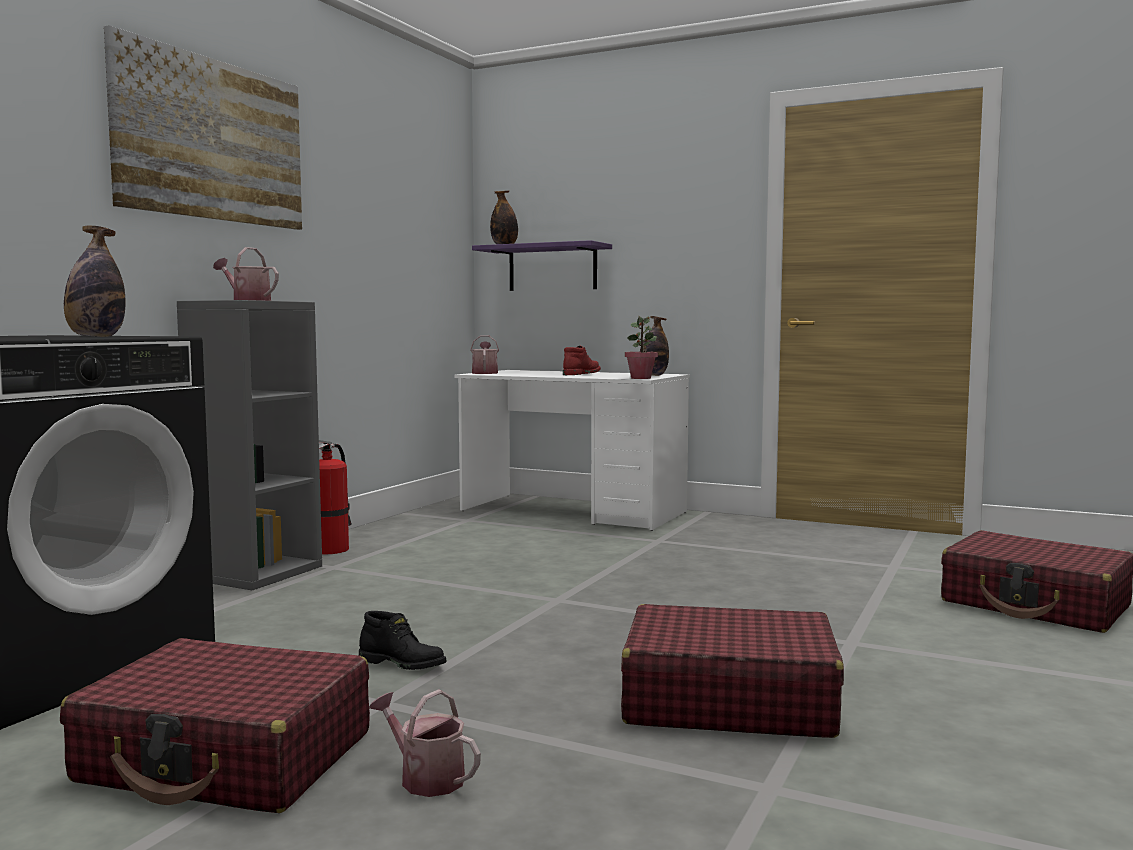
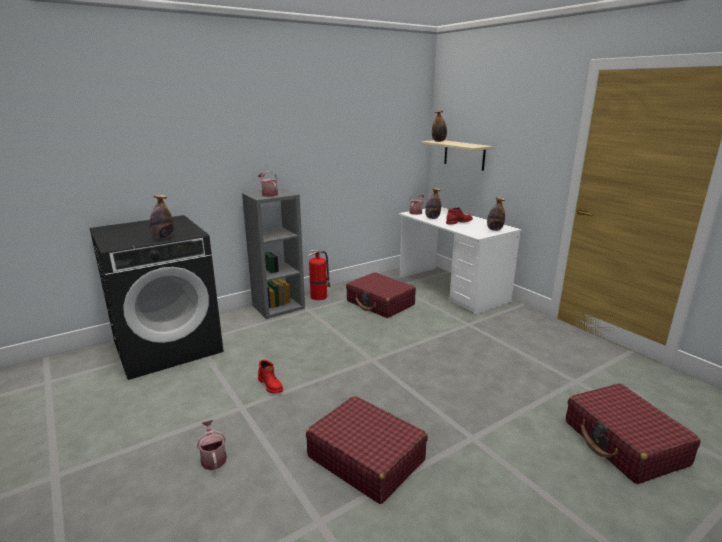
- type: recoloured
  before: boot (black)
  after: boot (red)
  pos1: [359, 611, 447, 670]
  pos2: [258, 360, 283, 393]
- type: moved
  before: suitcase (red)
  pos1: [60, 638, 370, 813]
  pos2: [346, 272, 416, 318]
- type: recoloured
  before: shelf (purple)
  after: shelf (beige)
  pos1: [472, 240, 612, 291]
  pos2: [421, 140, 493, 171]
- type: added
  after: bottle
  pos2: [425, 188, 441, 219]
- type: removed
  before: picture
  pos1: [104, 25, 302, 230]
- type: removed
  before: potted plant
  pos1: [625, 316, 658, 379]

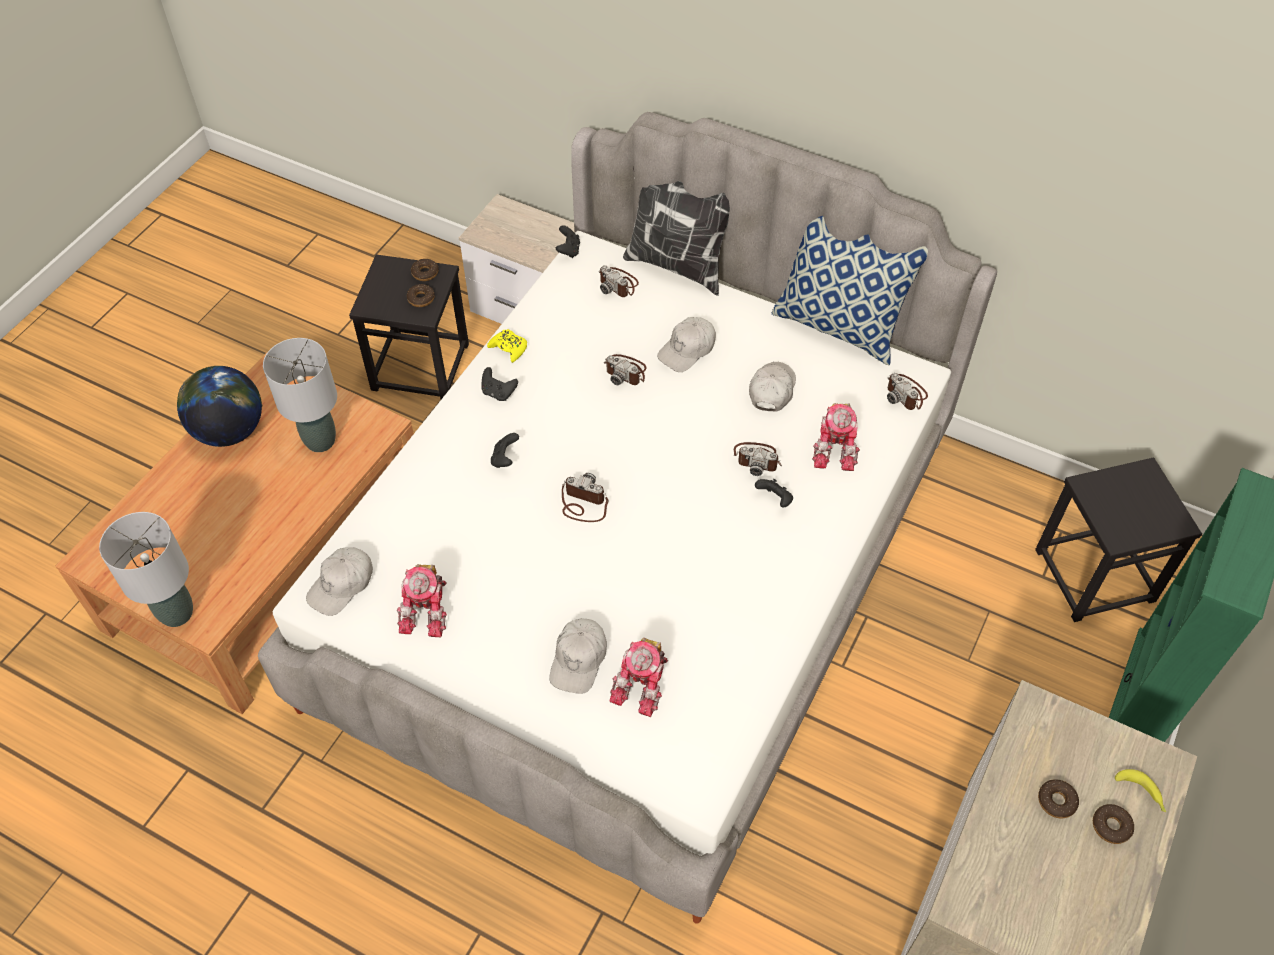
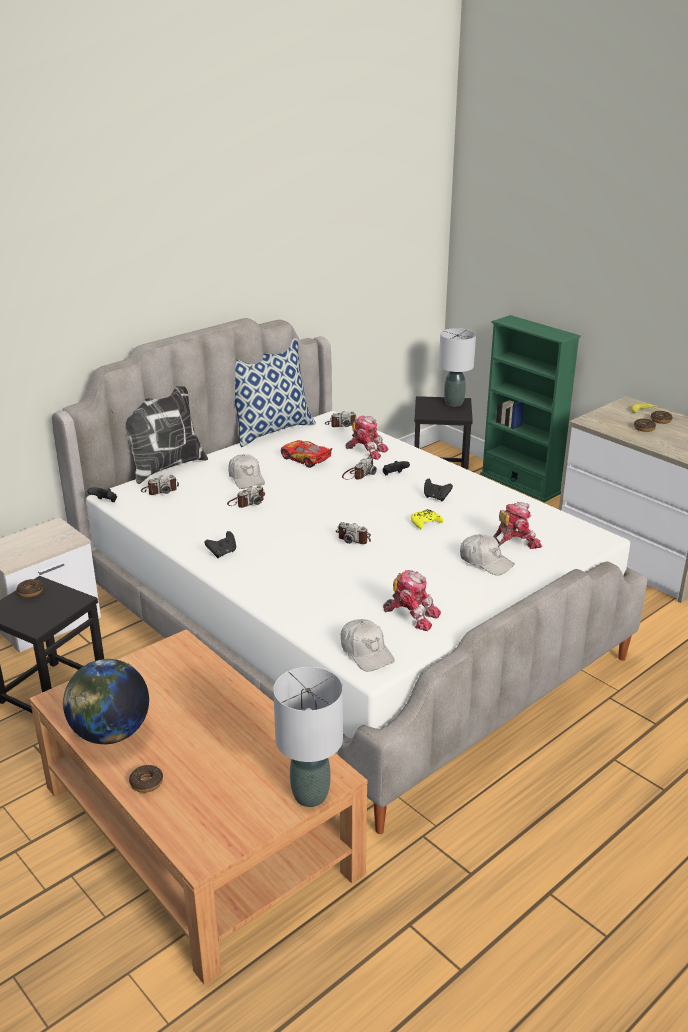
- type: moved
  before: donut
  pos1: [407, 284, 435, 307]
  pos2: [129, 765, 163, 793]
- type: replaced
  before: cap (white)
  after: toy car
  pos1: [749, 362, 796, 412]
  pos2: [281, 440, 332, 468]
- type: turned
  before: photo camera
  pos1: [562, 473, 609, 522]
  pos2: [336, 522, 371, 544]
  turn: -105
- type: moved
  before: game controller (yellow)
  pos1: [487, 329, 527, 363]
  pos2: [411, 509, 443, 530]
- type: moved
  before: game controller (black)
  pos1: [491, 433, 519, 468]
  pos2: [424, 478, 453, 501]
- type: moved
  before: table lamp (grey)
  pos1: [263, 338, 337, 452]
  pos2: [439, 328, 476, 406]
- type: turned
  before: toy robot
  pos1: [609, 638, 668, 717]
  pos2: [493, 502, 542, 549]
  turn: -60

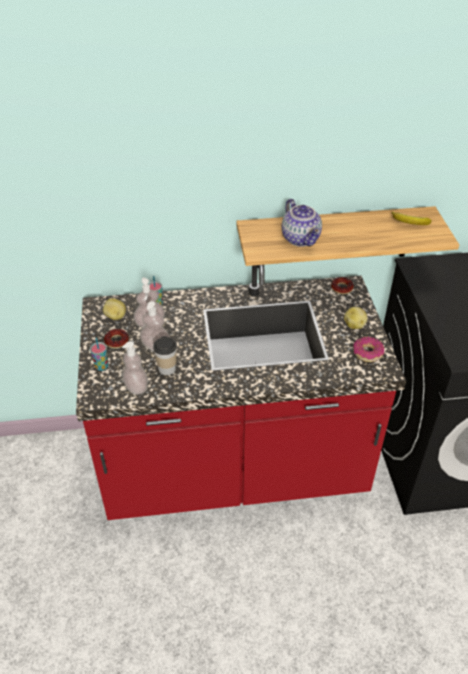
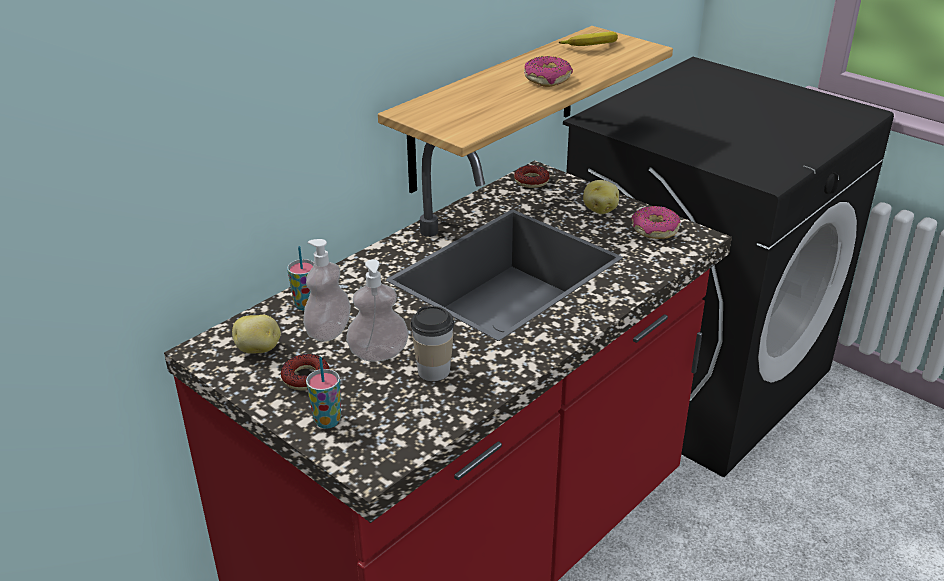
- type: added
  after: donut
  pos2: [524, 56, 573, 87]
- type: removed
  before: soap dispenser
  pos1: [122, 341, 148, 395]
- type: removed
  before: teapot
  pos1: [282, 199, 322, 247]

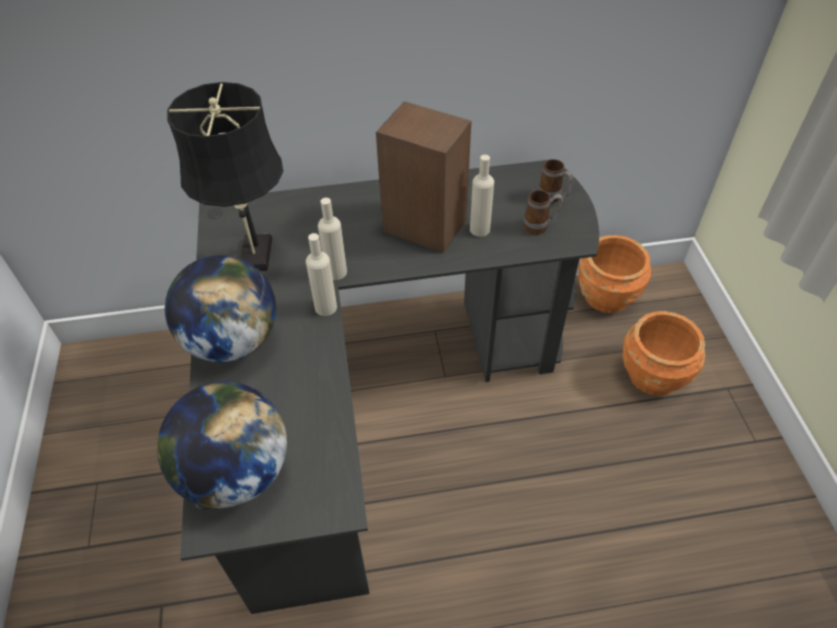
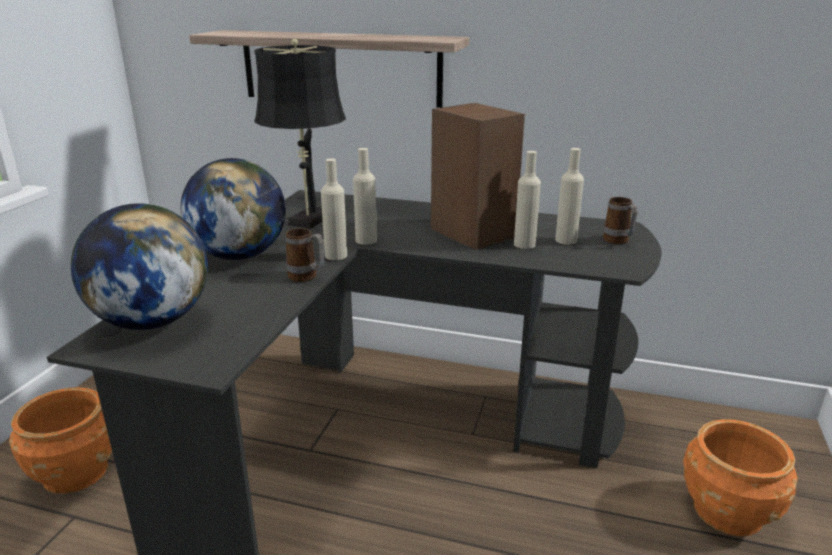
- type: moved
  before: planter (orange)
  pos1: [578, 235, 651, 313]
  pos2: [9, 387, 112, 494]
- type: added
  after: shelf
  pos2: [189, 30, 469, 108]
- type: moved
  before: mug
  pos1: [523, 190, 563, 235]
  pos2: [285, 228, 325, 282]
- type: added
  after: bottle (beige)
  pos2: [555, 148, 584, 245]

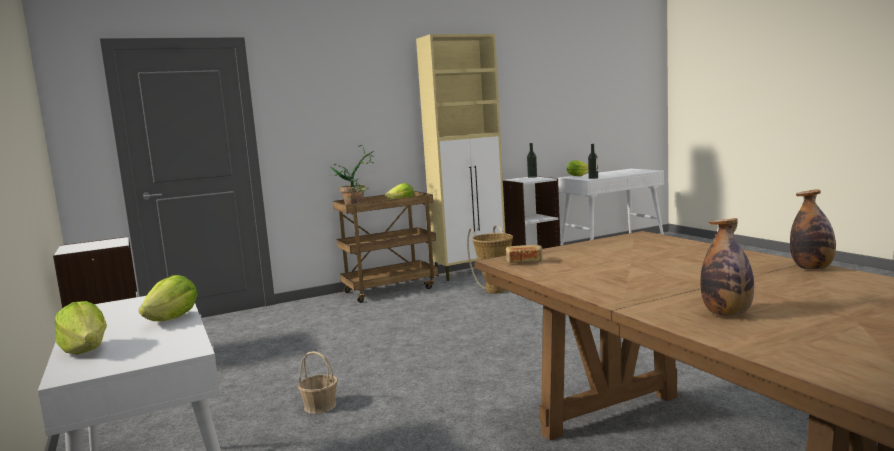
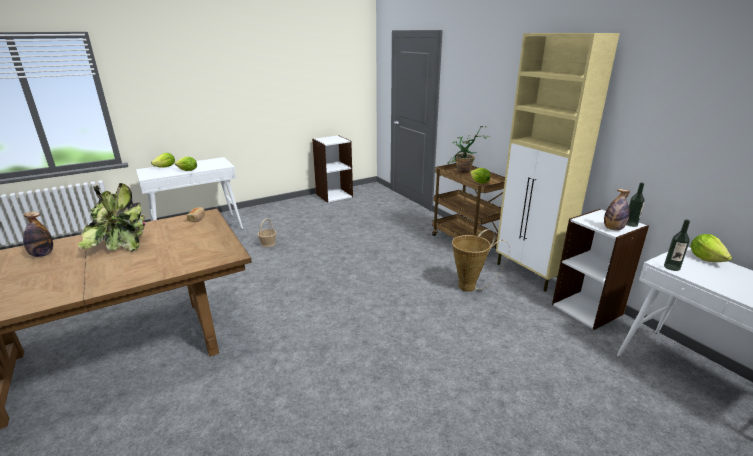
- type: added
  after: potted plant
  pos2: [78, 183, 146, 252]
- type: moved
  before: bottle
  pos1: [790, 190, 836, 270]
  pos2: [604, 189, 630, 230]

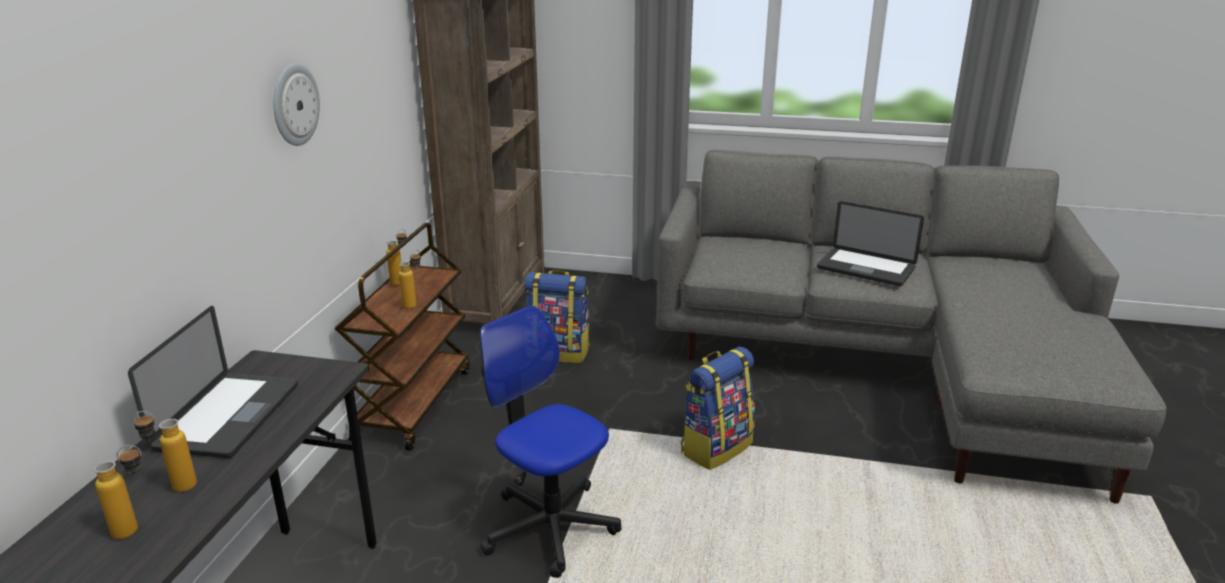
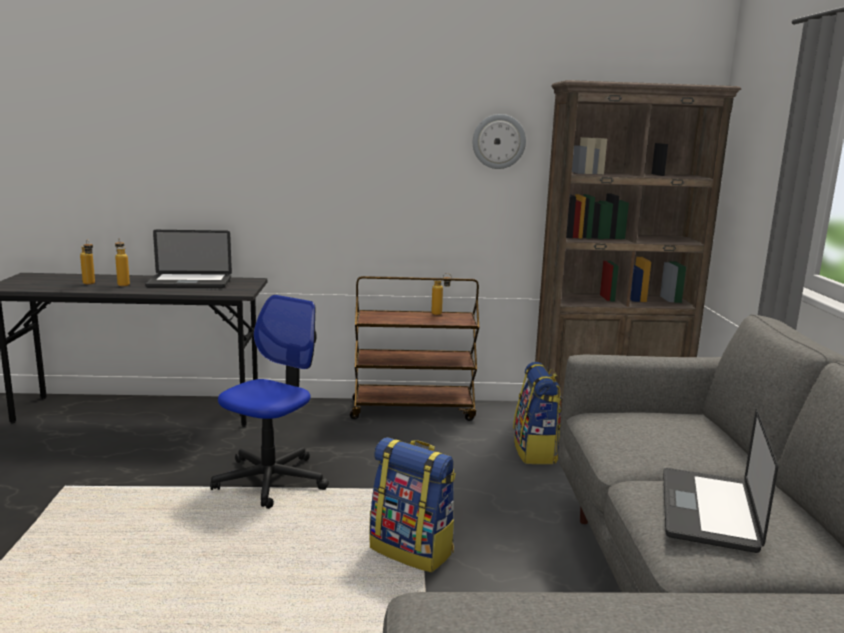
- type: moved
  before: wall clock
  pos1: [273, 63, 320, 146]
  pos2: [473, 114, 526, 169]
- type: removed
  before: bottle
  pos1: [399, 250, 421, 309]

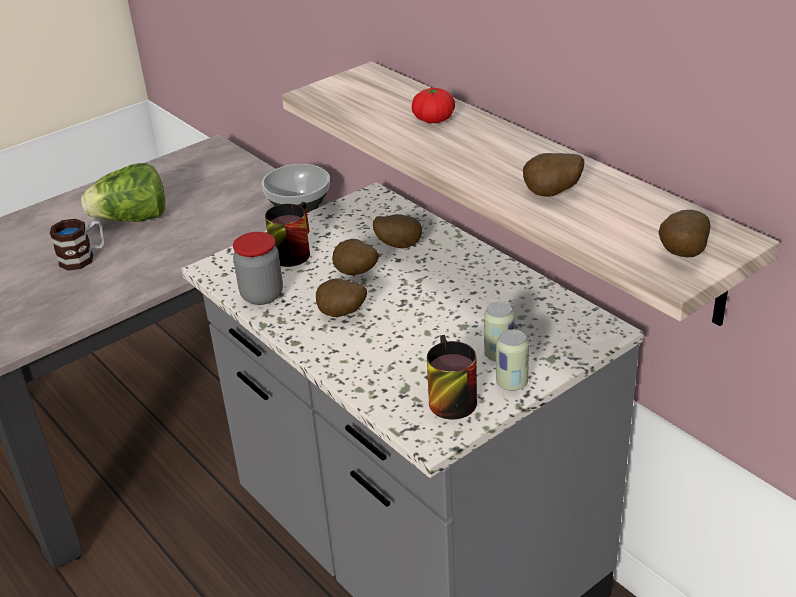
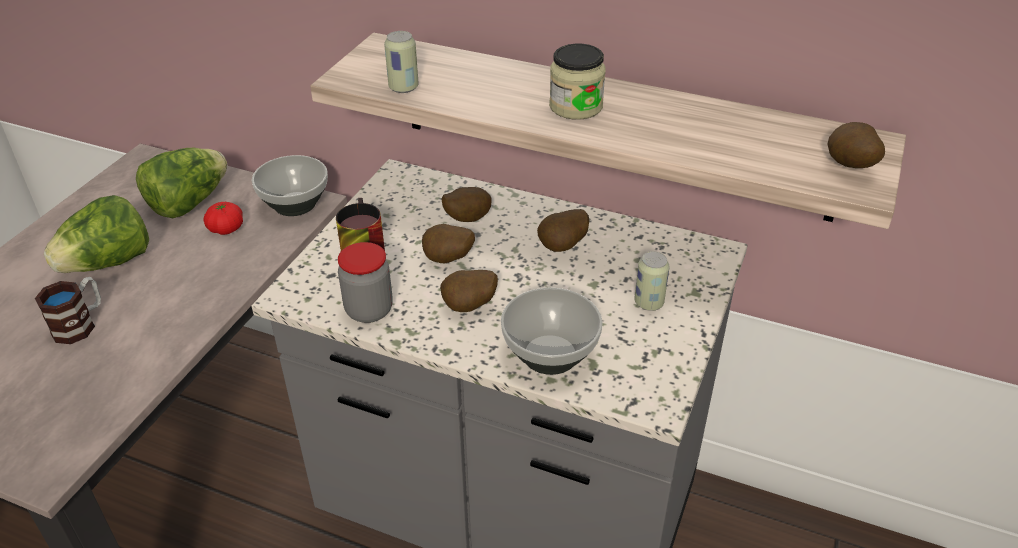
- type: added
  after: lettuce
  pos2: [136, 148, 227, 218]
- type: moved
  before: tomato
  pos1: [412, 88, 455, 123]
  pos2: [204, 202, 243, 235]
- type: moved
  before: can
  pos1: [496, 329, 529, 391]
  pos2: [384, 31, 419, 93]
- type: added
  after: bowl
  pos2: [501, 287, 603, 375]
- type: moved
  before: potato
  pos1: [523, 153, 584, 197]
  pos2: [537, 209, 589, 252]
- type: added
  after: jar
  pos2: [549, 44, 606, 120]
- type: removed
  before: mug
  pos1: [427, 335, 477, 419]

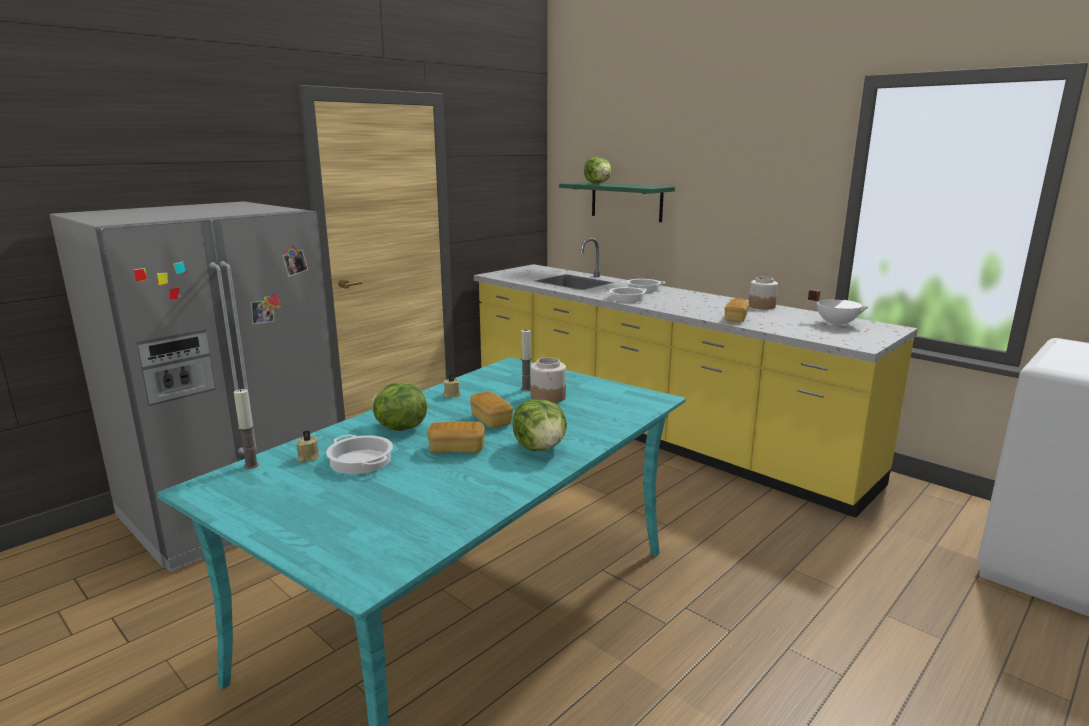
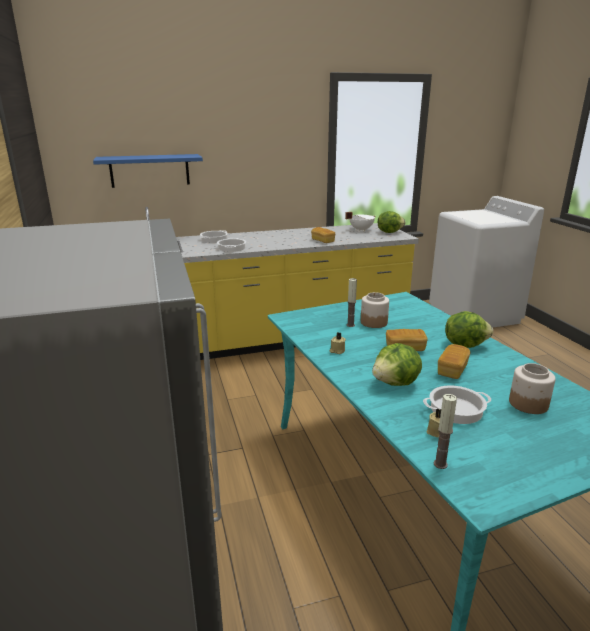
- type: recoloured
  before: shelf (green)
  after: shelf (blue)
  pos1: [559, 182, 675, 222]
  pos2: [93, 154, 203, 188]
- type: moved
  before: lettuce
  pos1: [584, 157, 612, 183]
  pos2: [378, 211, 405, 233]
- type: moved
  before: jar
  pos1: [749, 277, 778, 309]
  pos2: [509, 363, 556, 414]

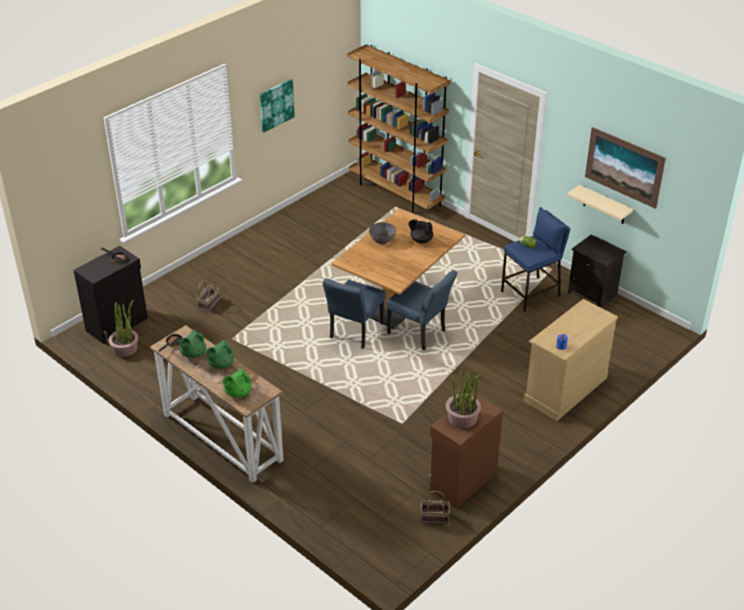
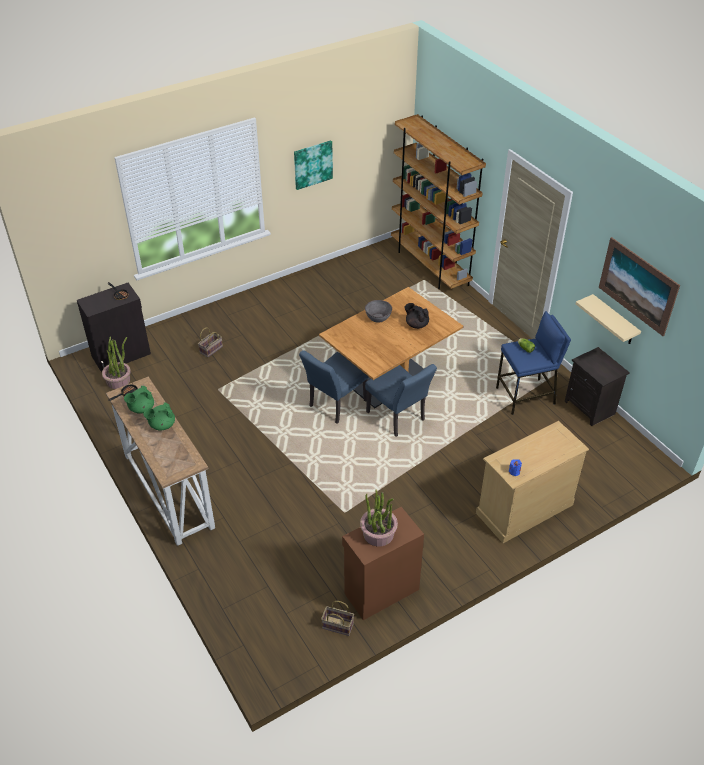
- type: removed
  before: teapot (green)
  pos1: [222, 369, 252, 398]

